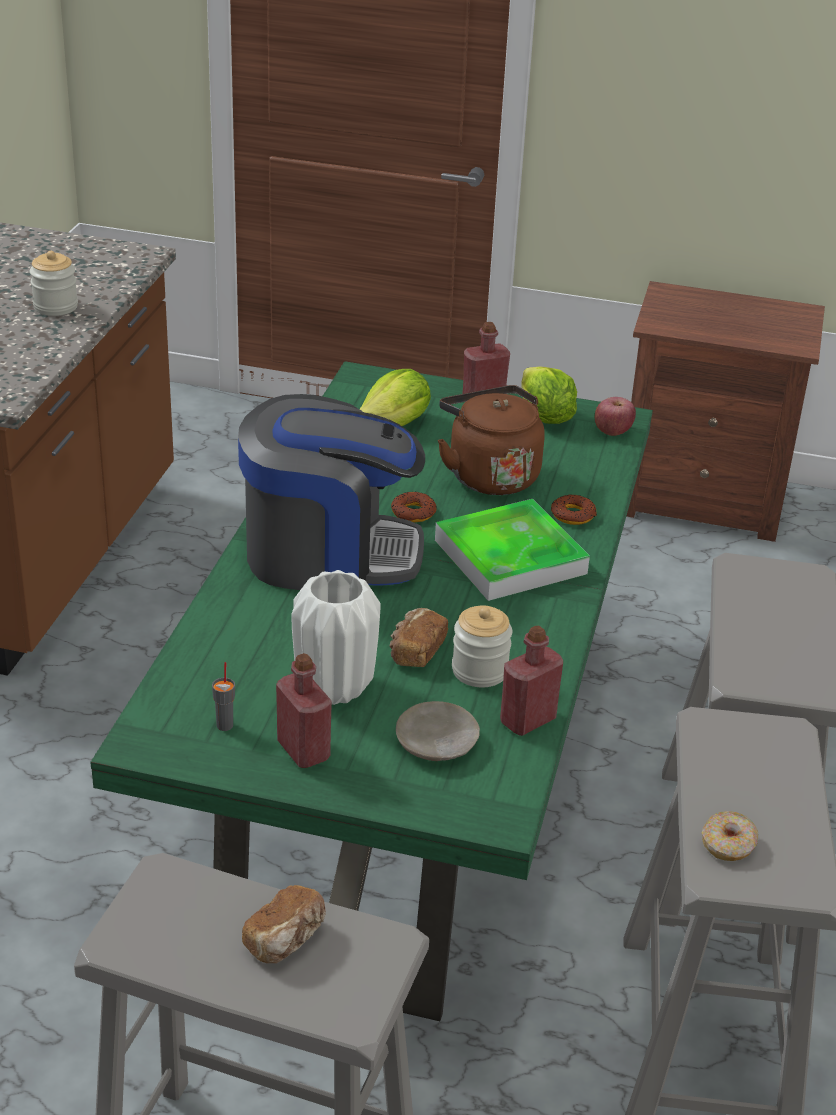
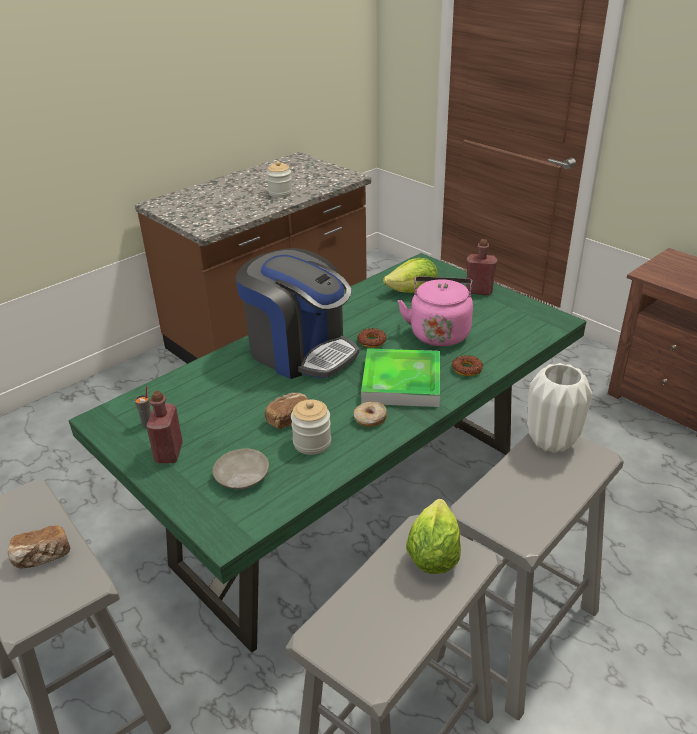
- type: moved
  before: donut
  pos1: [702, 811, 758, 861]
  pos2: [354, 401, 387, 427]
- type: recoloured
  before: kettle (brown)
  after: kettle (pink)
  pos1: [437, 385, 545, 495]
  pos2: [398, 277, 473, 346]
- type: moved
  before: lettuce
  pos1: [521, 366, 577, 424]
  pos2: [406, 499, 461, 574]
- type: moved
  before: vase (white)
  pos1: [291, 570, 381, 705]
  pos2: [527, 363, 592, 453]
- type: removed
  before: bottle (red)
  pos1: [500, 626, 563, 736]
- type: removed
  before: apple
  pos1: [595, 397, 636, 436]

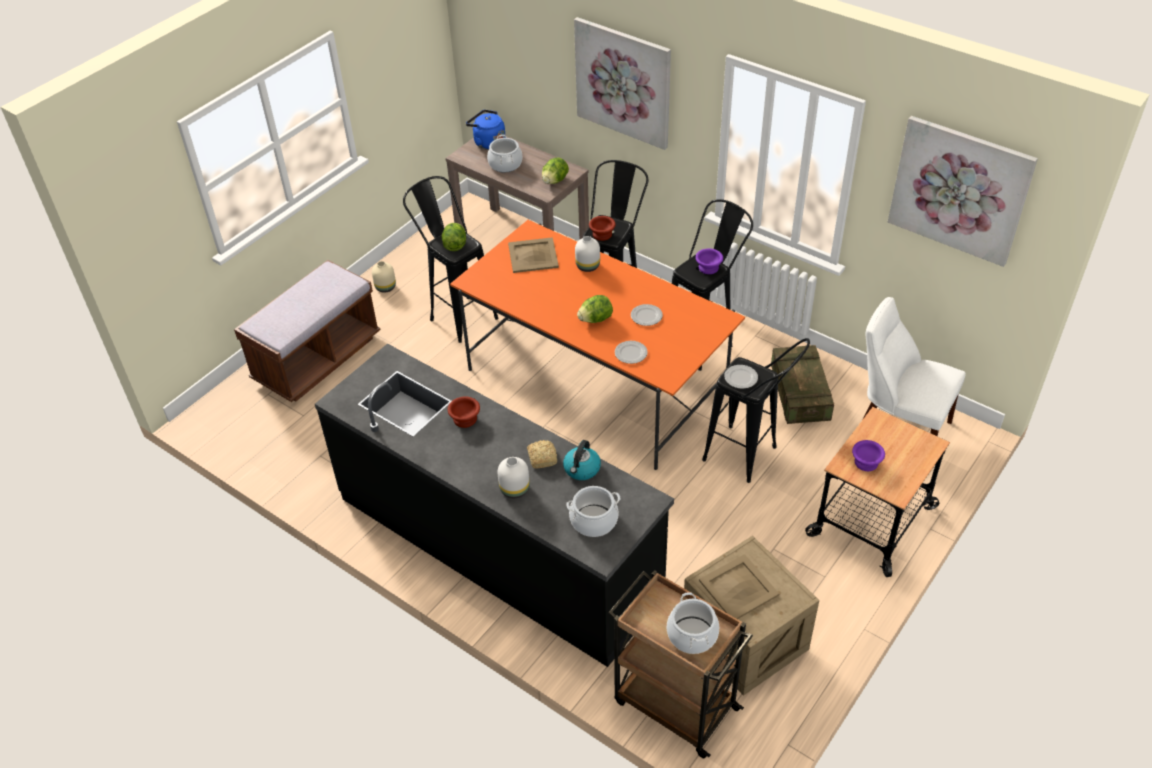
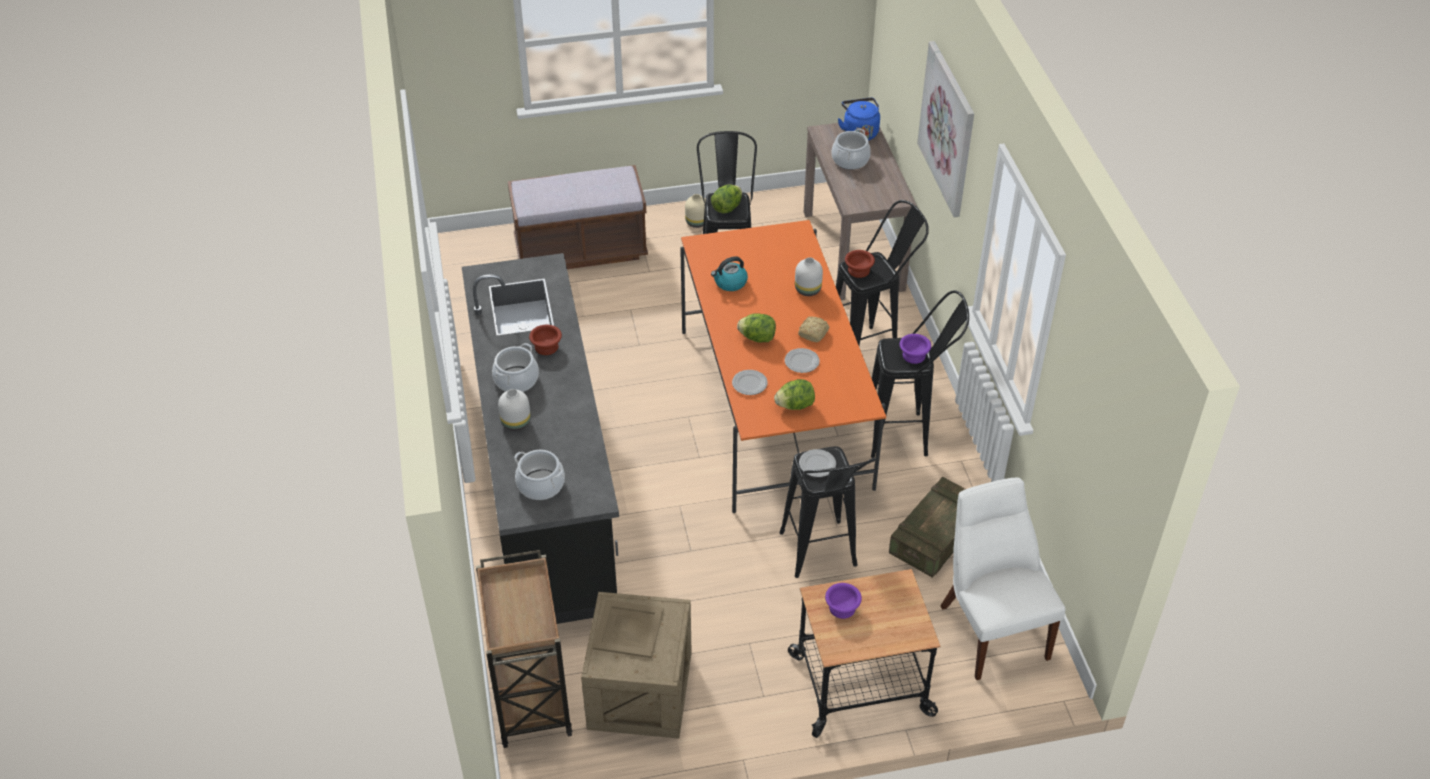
- type: moved
  before: cooking pot
  pos1: [667, 592, 719, 654]
  pos2: [492, 343, 539, 392]
- type: moved
  before: kettle
  pos1: [563, 440, 601, 480]
  pos2: [711, 256, 748, 291]
- type: moved
  before: lettuce
  pos1: [542, 157, 569, 184]
  pos2: [774, 379, 815, 410]
- type: moved
  before: bread
  pos1: [527, 440, 557, 469]
  pos2: [798, 316, 829, 342]
- type: removed
  before: tray (beige)
  pos1: [508, 237, 559, 273]
- type: removed
  before: picture
  pos1: [888, 116, 1038, 267]

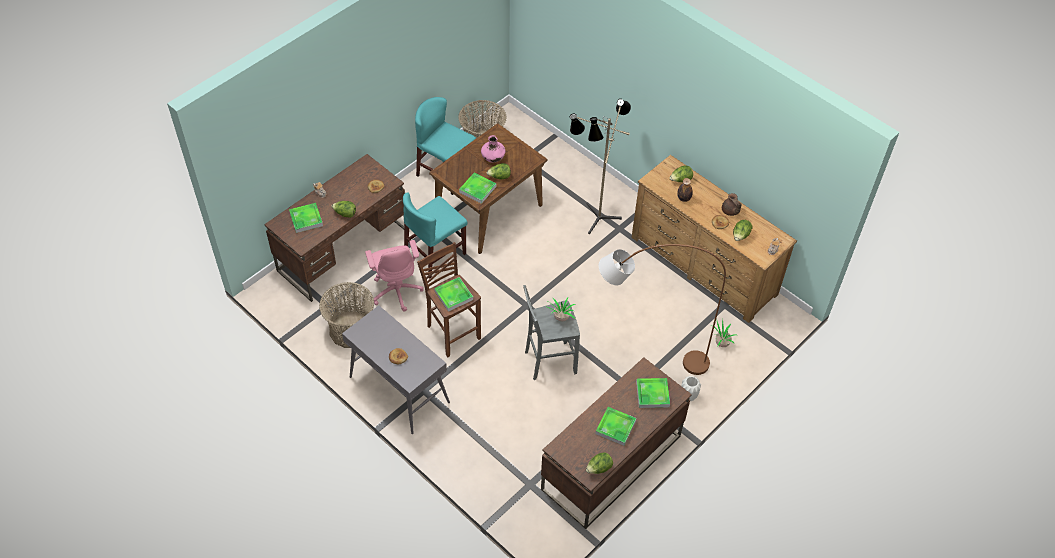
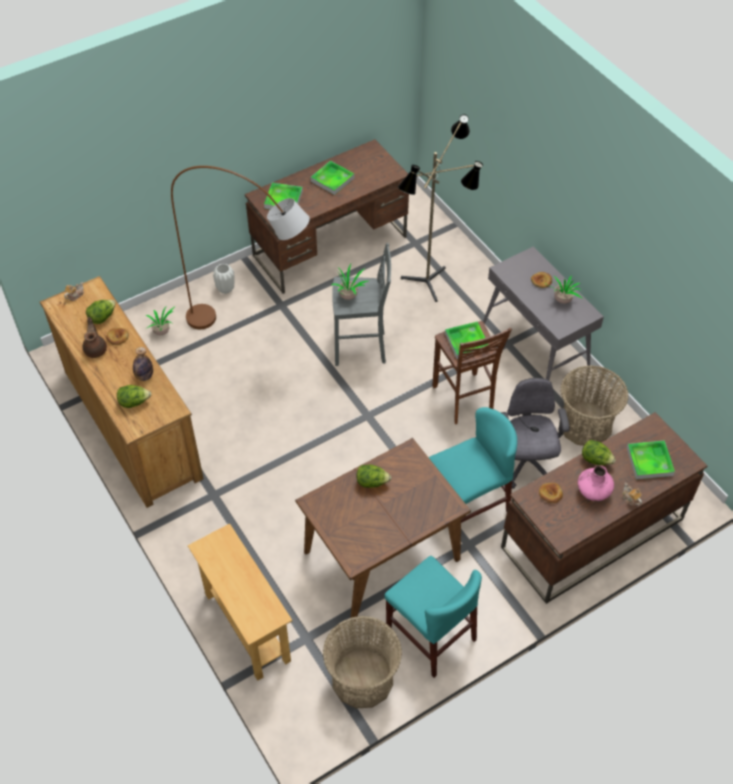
- type: added
  after: console table (beige)
  pos2: [188, 523, 292, 681]
- type: moved
  before: floor lamp
  pos1: [570, 99, 631, 234]
  pos2: [398, 114, 483, 302]
- type: recoloured
  before: office chair (pink)
  after: office chair (grey)
  pos1: [365, 240, 423, 311]
  pos2: [501, 378, 570, 489]
- type: added
  after: potted plant
  pos2: [549, 275, 582, 304]
- type: moved
  before: vase (pink)
  pos1: [481, 135, 505, 162]
  pos2: [578, 465, 614, 501]
- type: removed
  before: tray
  pos1: [459, 173, 496, 204]
- type: removed
  before: lettuce
  pos1: [586, 452, 613, 474]

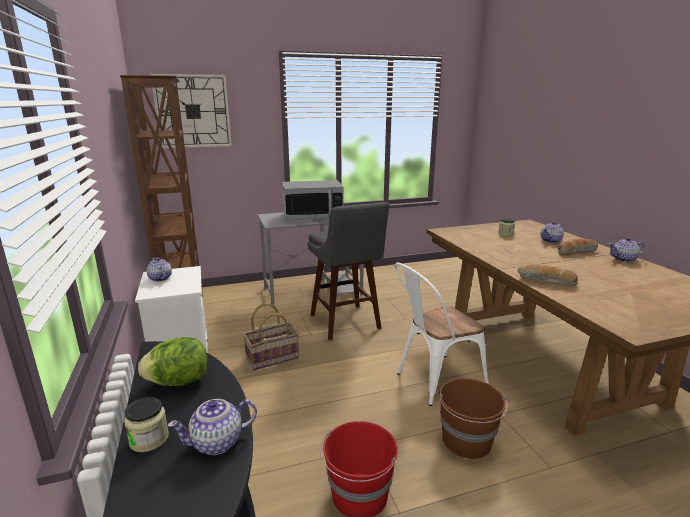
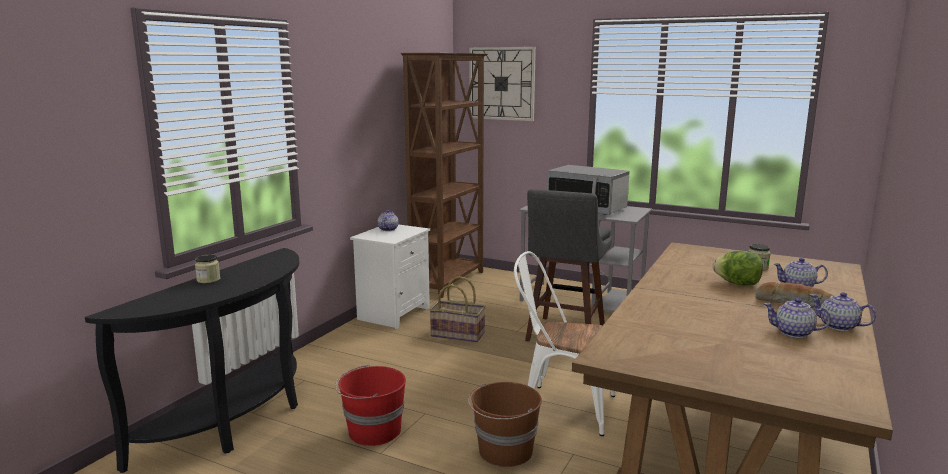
- type: moved
  before: lettuce
  pos1: [138, 337, 207, 386]
  pos2: [713, 251, 763, 285]
- type: moved
  before: teapot
  pos1: [167, 399, 257, 455]
  pos2: [764, 298, 831, 338]
- type: removed
  before: bread
  pos1: [518, 264, 578, 286]

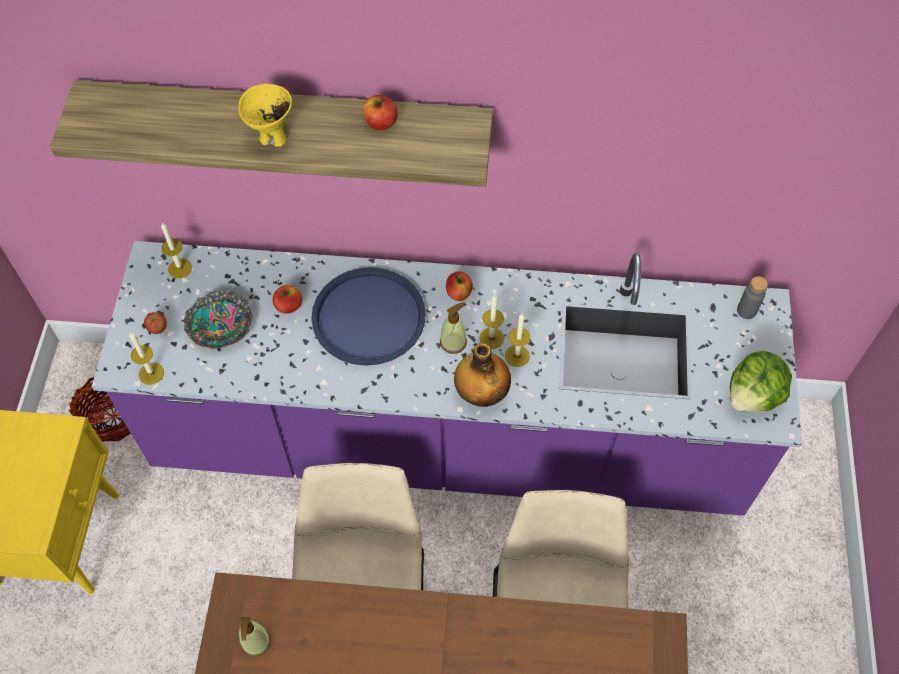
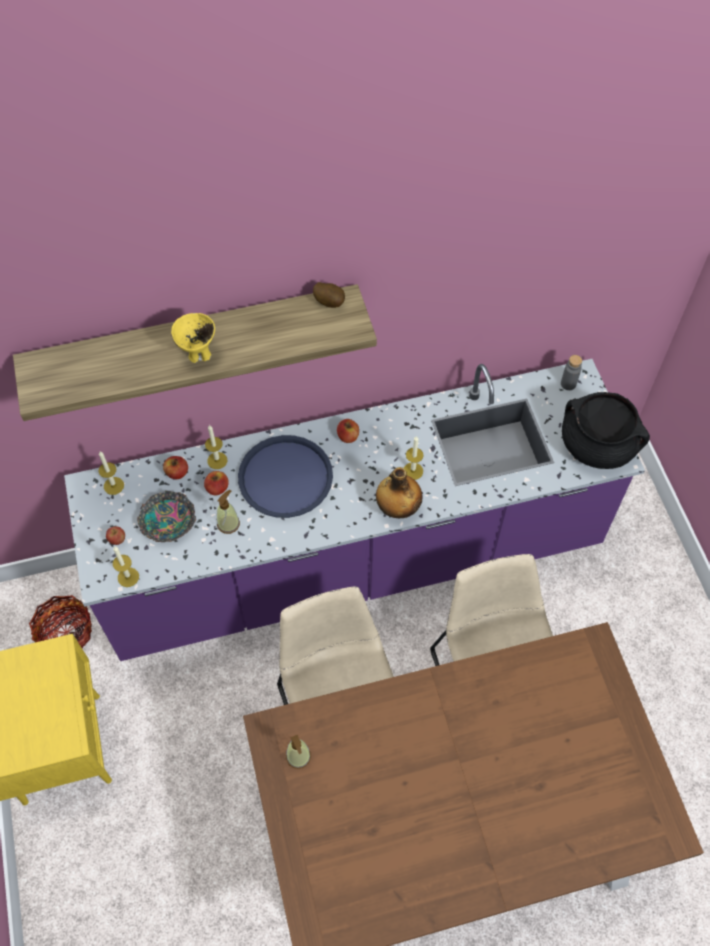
- type: moved
  before: apple
  pos1: [363, 95, 398, 130]
  pos2: [163, 456, 188, 479]
- type: moved
  before: candle
  pos1: [479, 295, 504, 349]
  pos2: [205, 425, 227, 469]
- type: moved
  before: soap dispenser
  pos1: [440, 302, 467, 354]
  pos2: [217, 490, 240, 534]
- type: added
  after: potato
  pos2: [313, 282, 345, 308]
- type: replaced
  before: lettuce
  after: cooking pot (black)
  pos1: [730, 351, 792, 412]
  pos2: [562, 392, 650, 469]

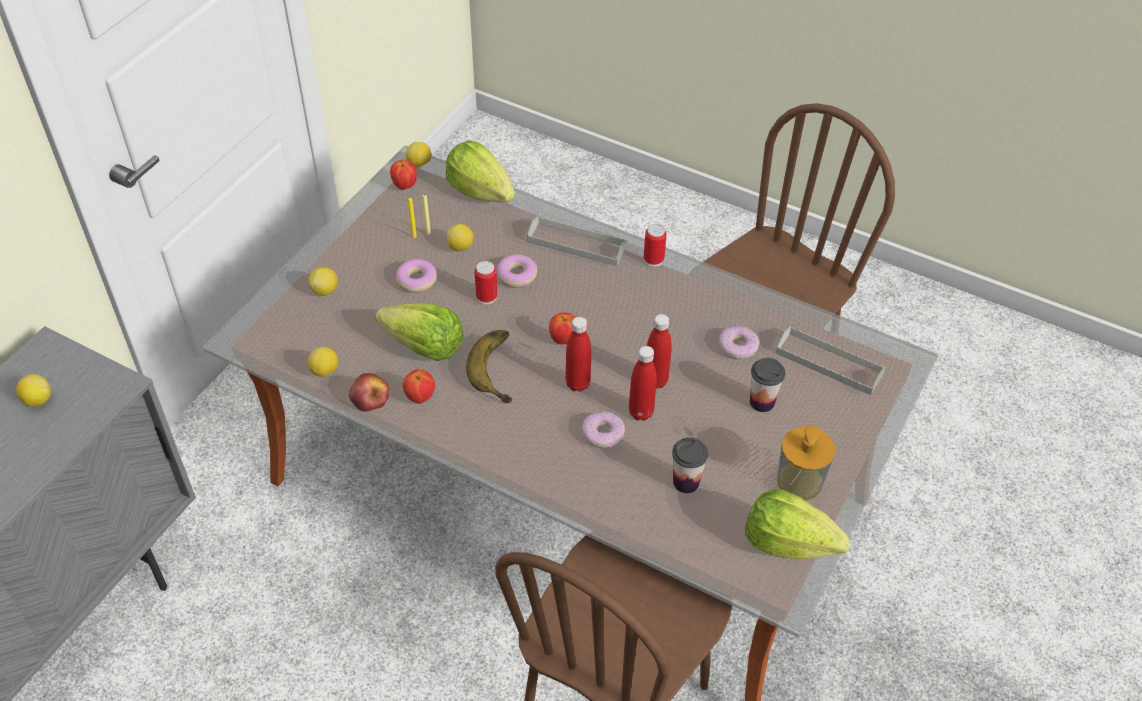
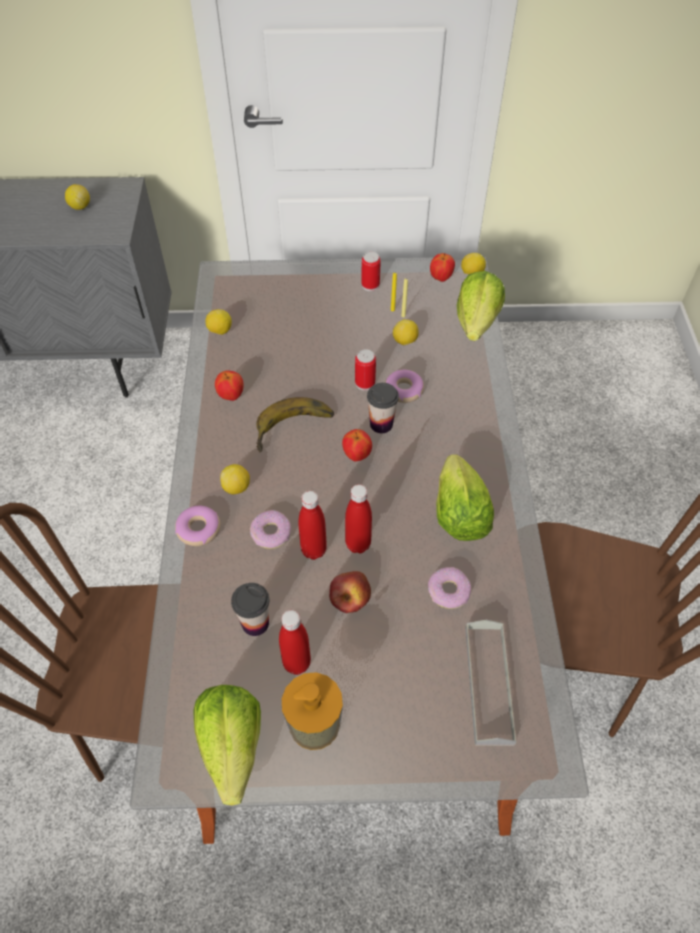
- type: moved
  before: donut
  pos1: [395, 259, 437, 293]
  pos2: [175, 506, 220, 546]
- type: moved
  before: lemon
  pos1: [308, 267, 338, 296]
  pos2: [220, 464, 250, 494]
- type: moved
  before: bottle (red)
  pos1: [566, 317, 591, 392]
  pos2: [279, 610, 311, 675]
- type: moved
  before: apple
  pos1: [349, 373, 389, 411]
  pos2: [329, 571, 371, 613]
- type: moved
  before: can
  pos1: [644, 224, 667, 267]
  pos2: [361, 252, 381, 291]
- type: moved
  before: cup
  pos1: [750, 358, 785, 412]
  pos2: [367, 383, 399, 433]
- type: moved
  before: lettuce
  pos1: [375, 303, 464, 361]
  pos2: [436, 454, 494, 541]
- type: removed
  before: tray (grey)
  pos1: [527, 216, 627, 266]

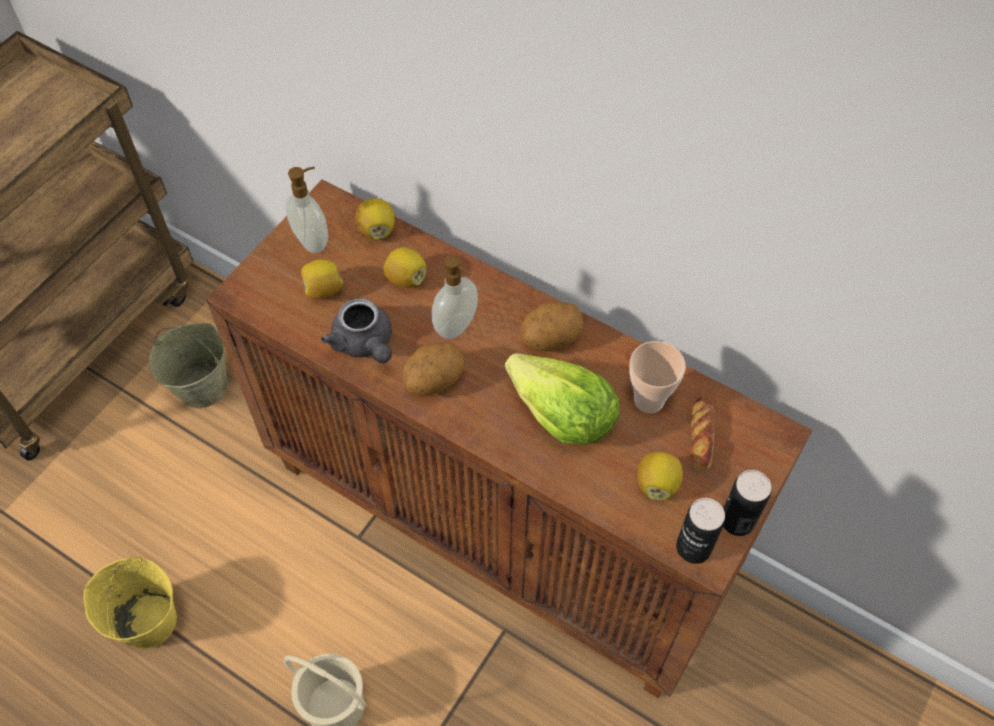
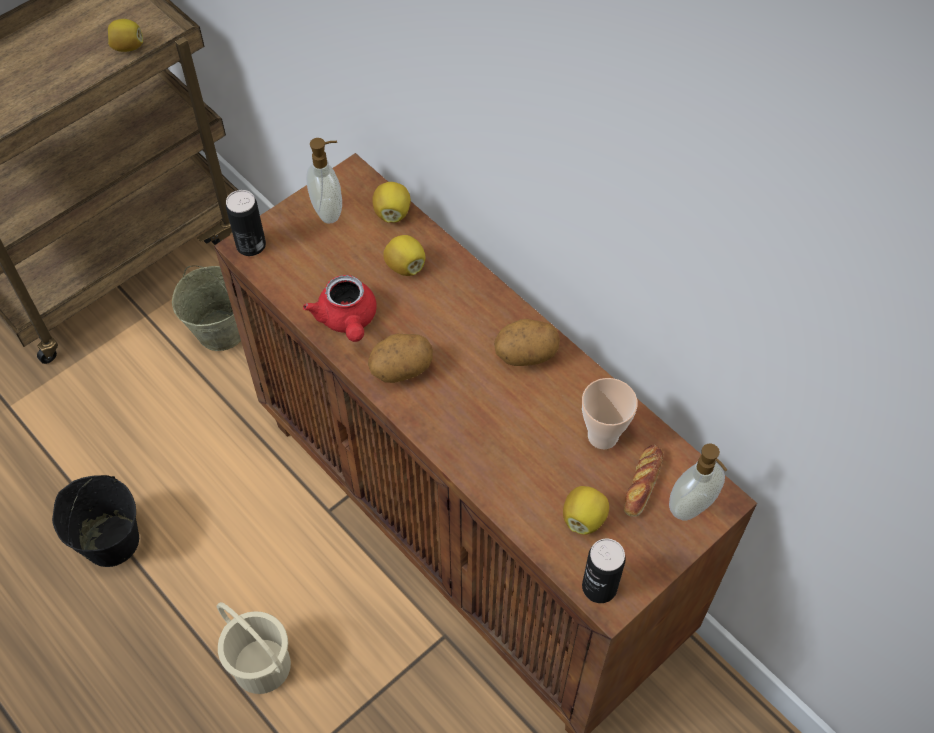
- type: recoloured
  before: bucket (yellow)
  after: bucket (black)
  pos1: [84, 556, 177, 649]
  pos2: [52, 475, 139, 567]
- type: moved
  before: lemon
  pos1: [301, 260, 344, 299]
  pos2: [108, 19, 143, 52]
- type: moved
  before: can
  pos1: [723, 470, 771, 536]
  pos2: [226, 190, 266, 256]
- type: recoloured
  before: teapot (grey)
  after: teapot (red)
  pos1: [321, 298, 392, 363]
  pos2: [303, 275, 377, 342]
- type: moved
  before: soap dispenser
  pos1: [432, 254, 478, 339]
  pos2: [669, 443, 727, 520]
- type: removed
  before: lettuce
  pos1: [505, 353, 620, 445]

